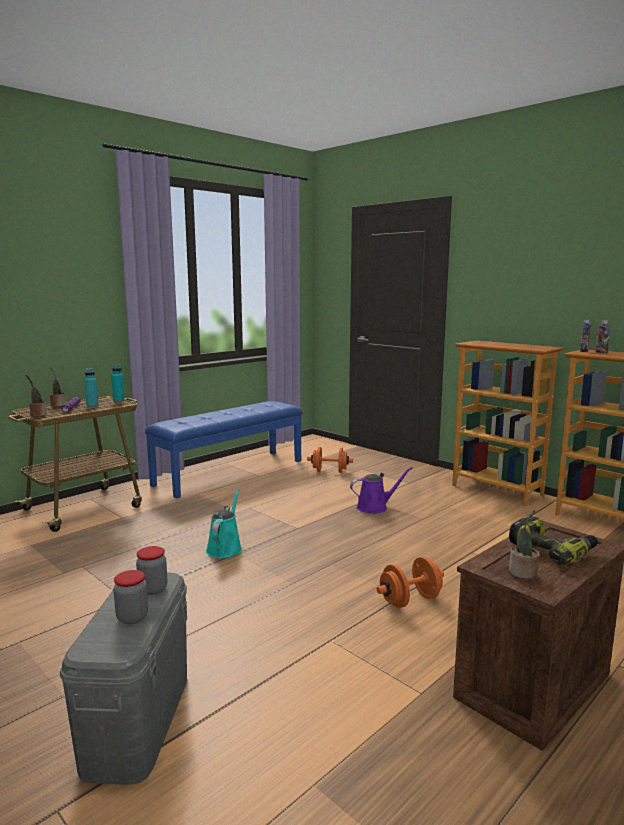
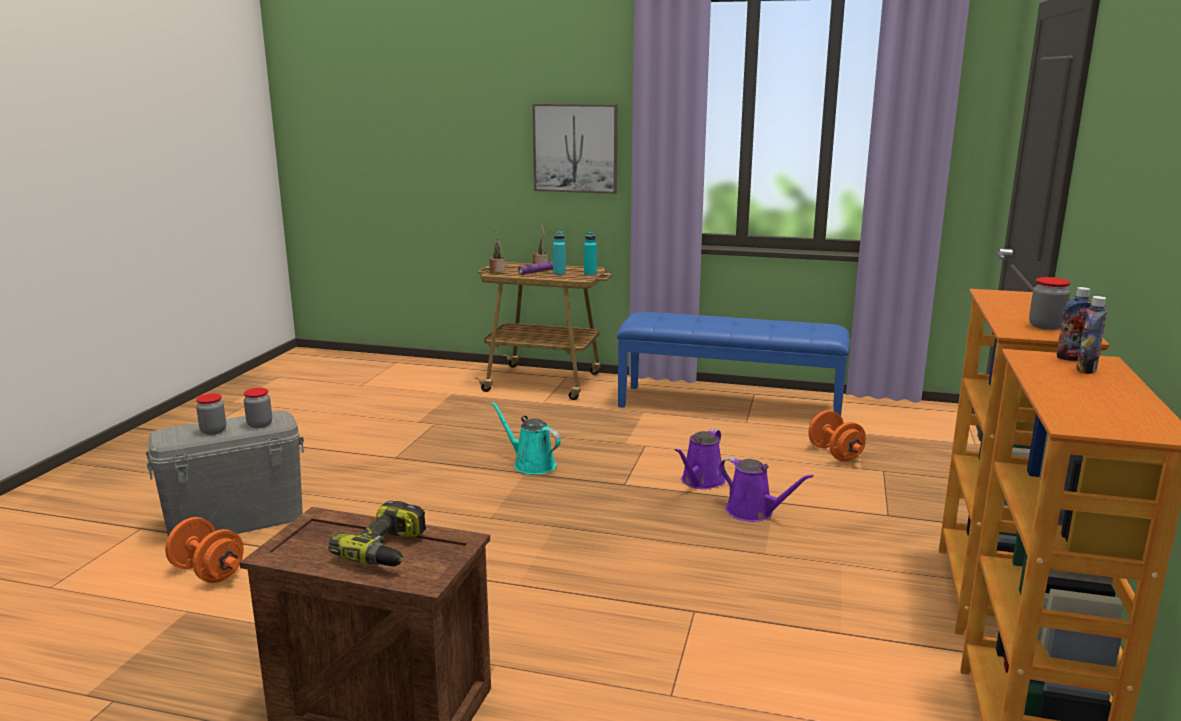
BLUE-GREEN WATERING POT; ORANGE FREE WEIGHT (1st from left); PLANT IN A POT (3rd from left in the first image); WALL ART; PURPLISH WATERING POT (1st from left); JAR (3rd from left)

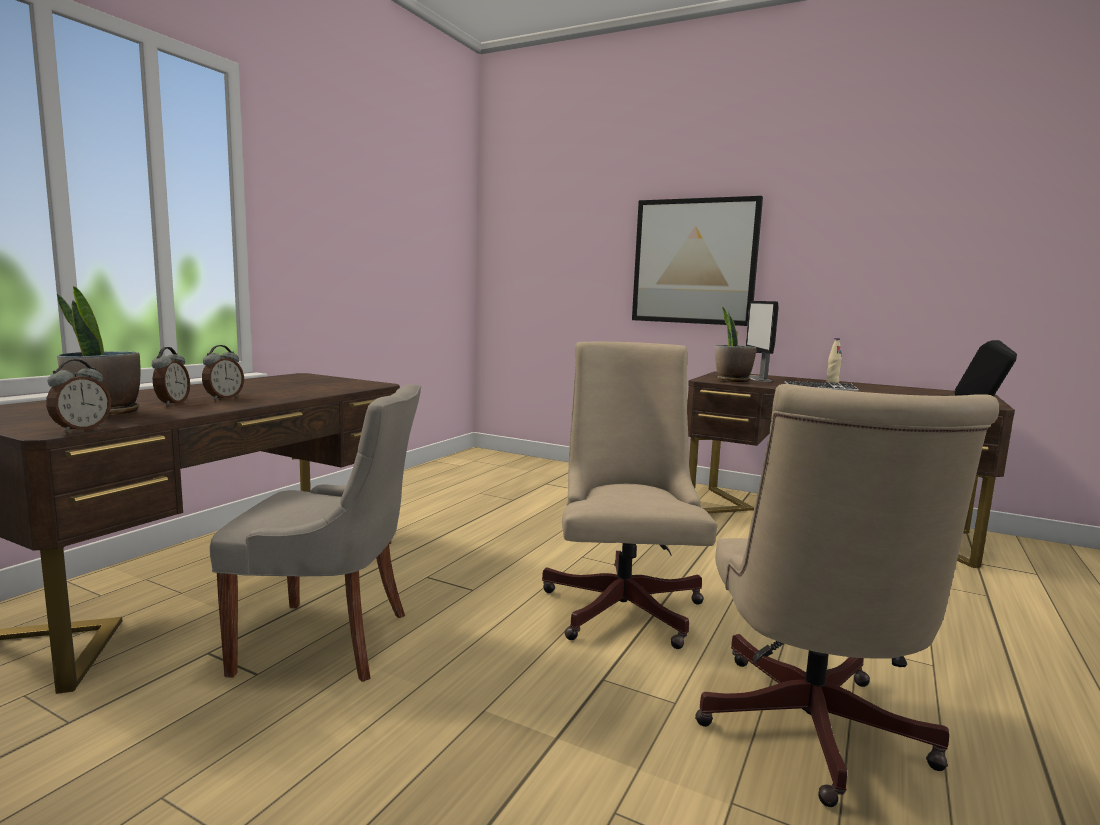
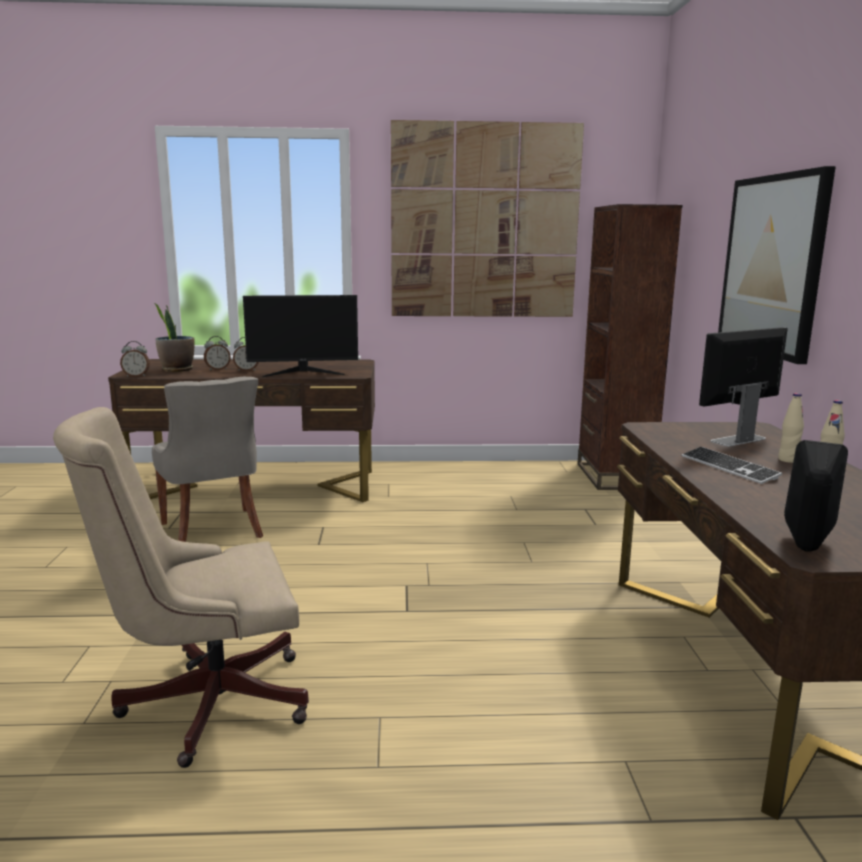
SAND-COLOURED DESK CHAIR (1st from left in the first image); PLANT IN A POT (2nd from left in the first image); MONITOR (1st from left); WALL ART (1st from left); BROWNISH BOOKSHELF; SAND-COLOURED BOTTLE (1st from left)

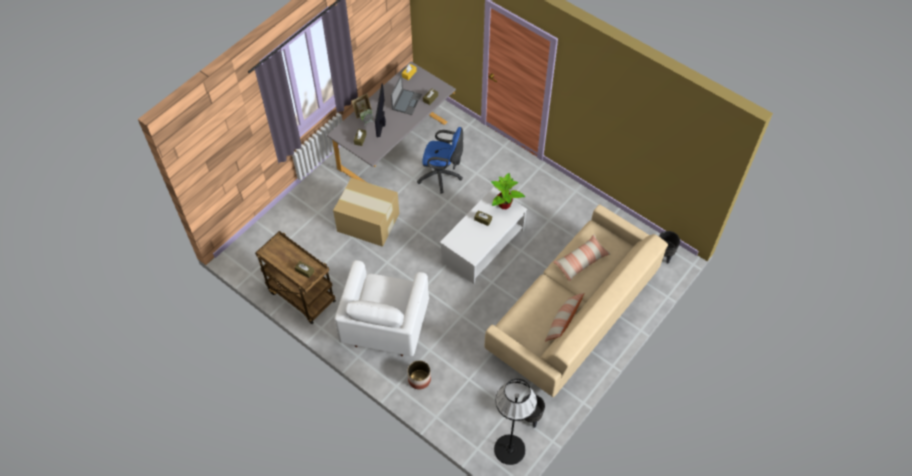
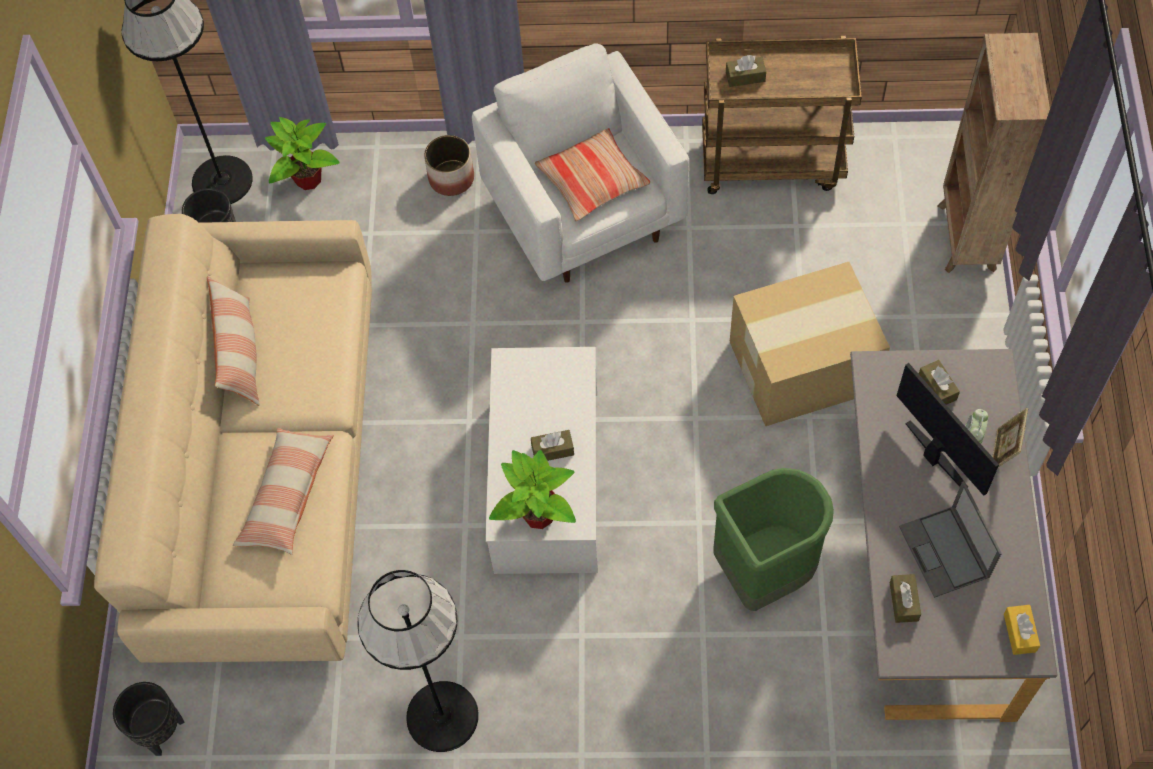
GREEN-COLOURED WASTE BIN; PLANT IN A POT (1st from left); BLACKISH FLOOR LAMP (2nd from left); PILLOW (3rd from left); BROWNISH BOOKSHELF

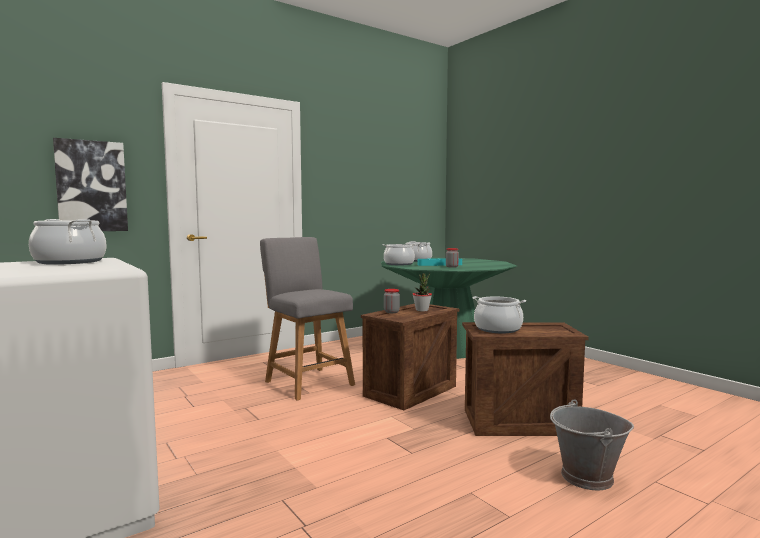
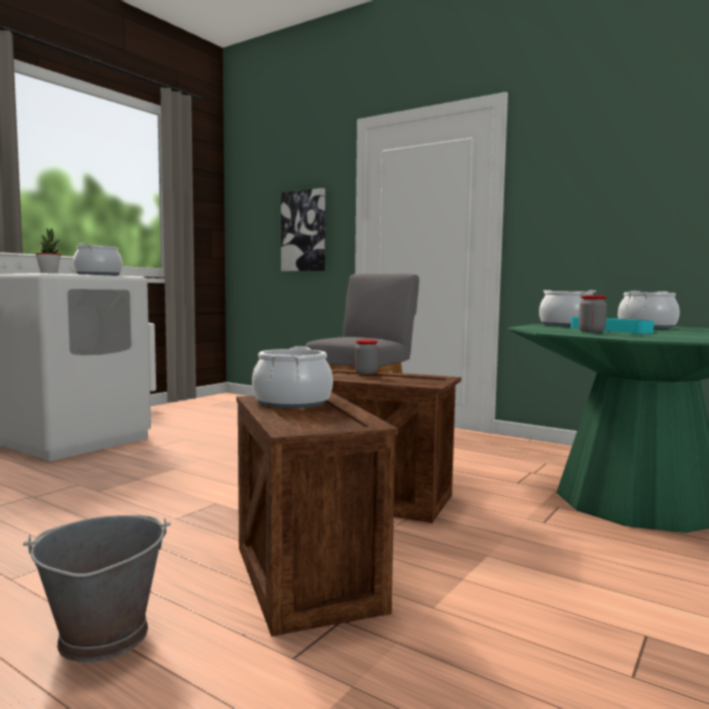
PLANT IN A POT

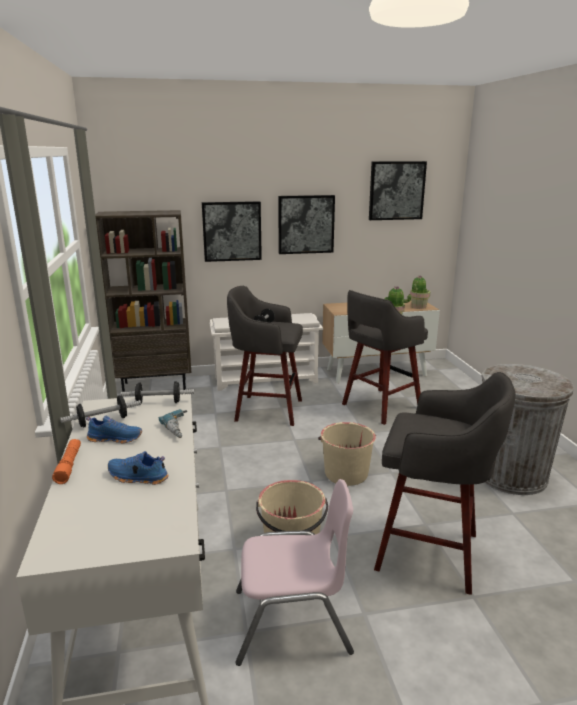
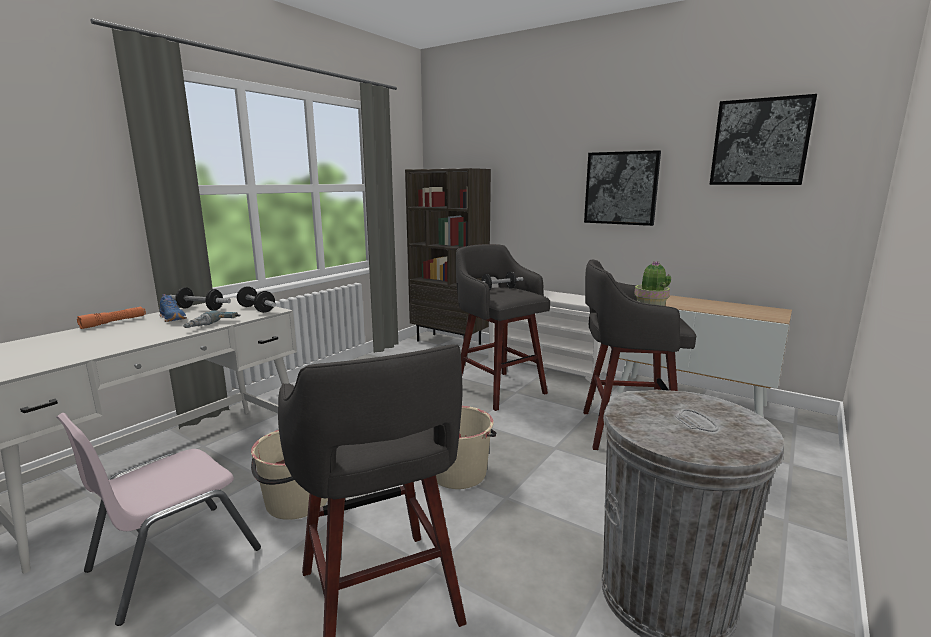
BLUE LOW SHOE (2nd from left in the first image); WALL ART (1st from left in the first image); PINKISH PLAIN CHAIR; PLANT IN A POT (2nd from left in the first image)

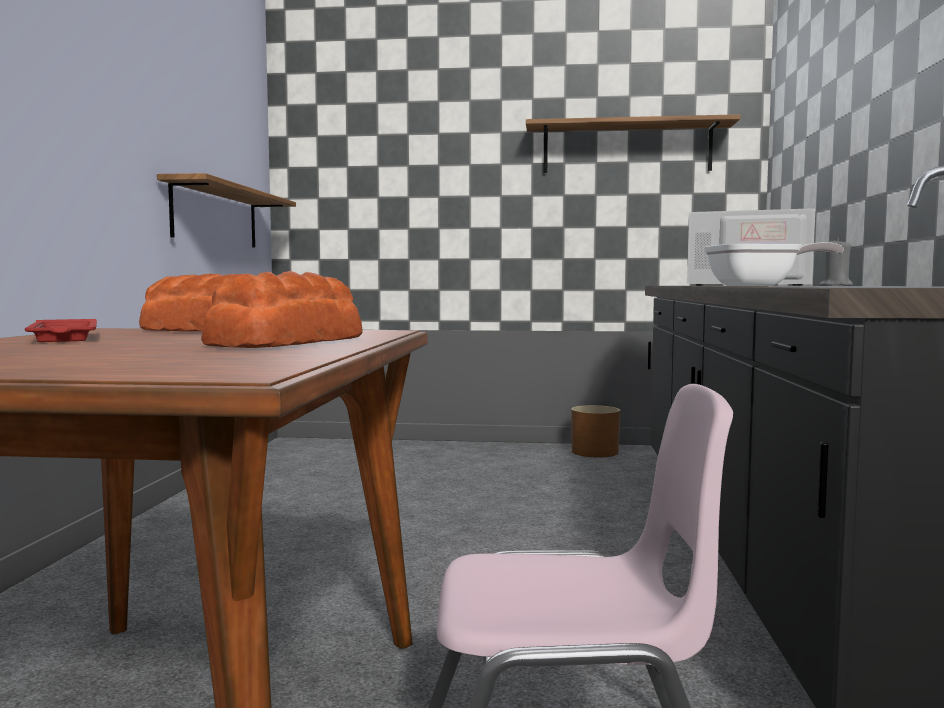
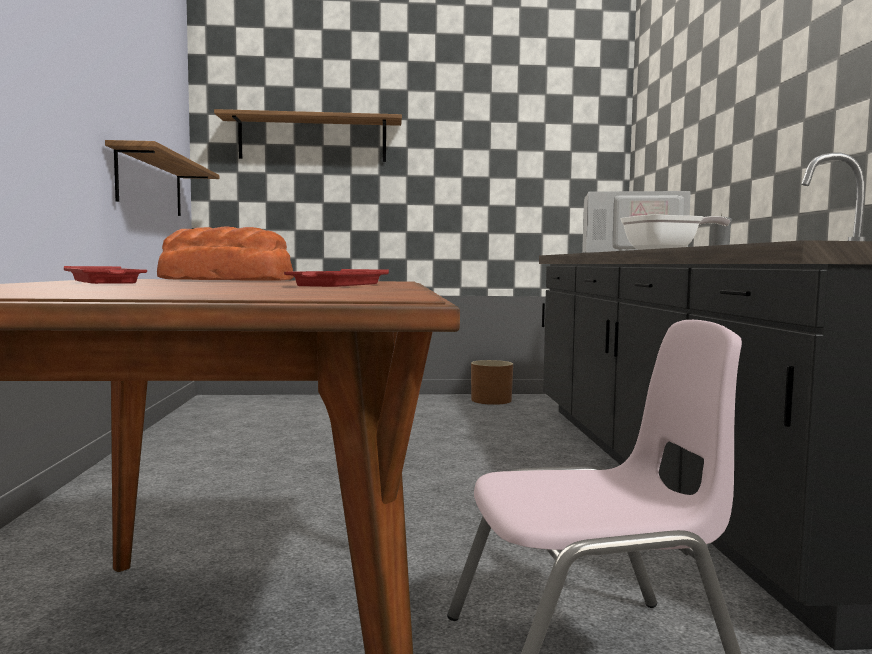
RED-COLOURED SERVING TRAY (2nd from left); SHELF (2nd from left)

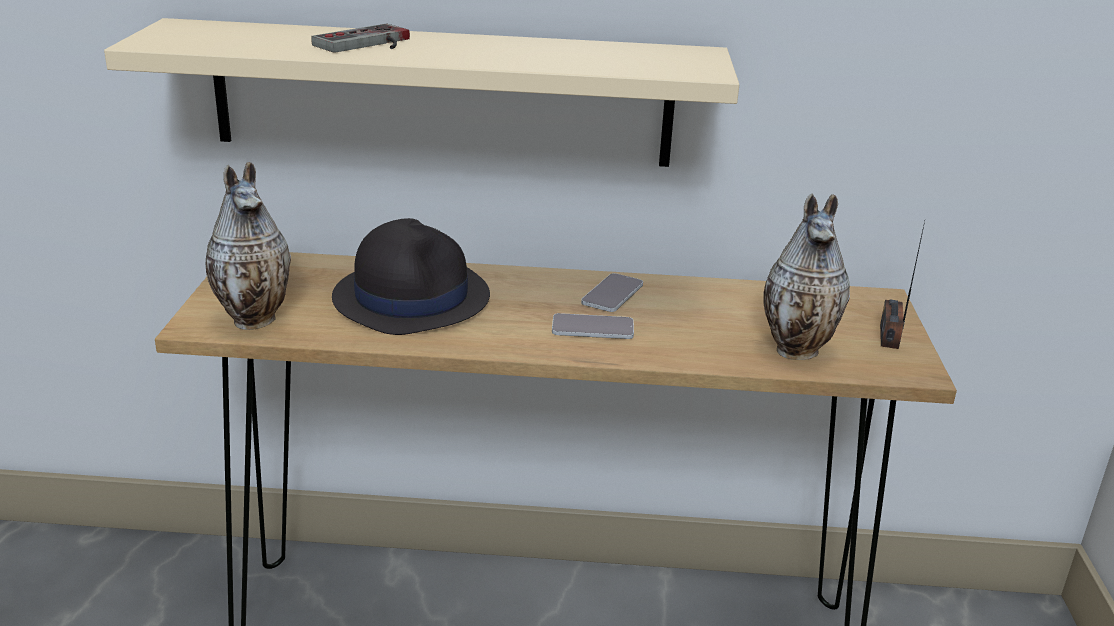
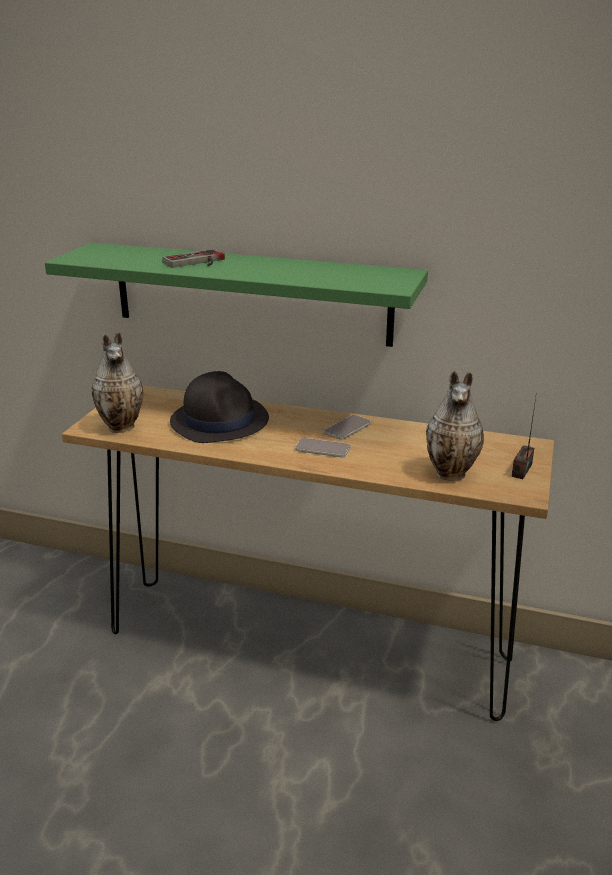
GREEN-COLOURED SHELF

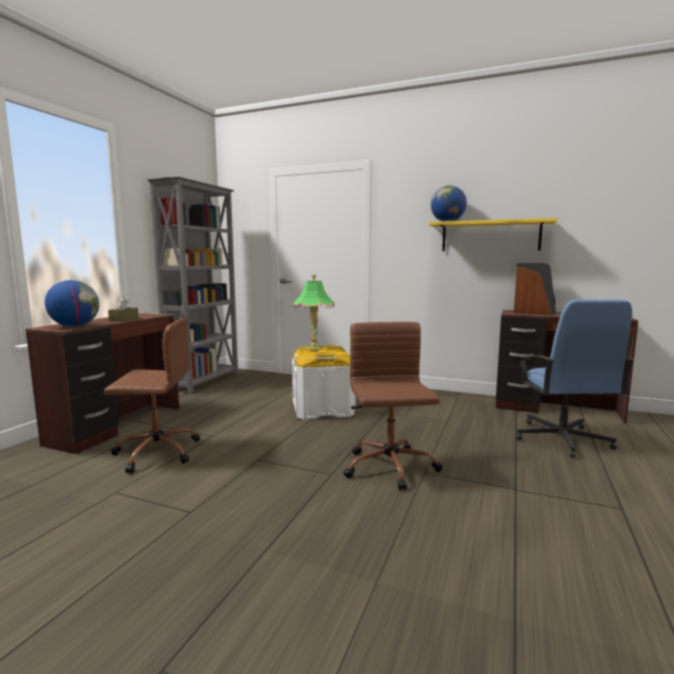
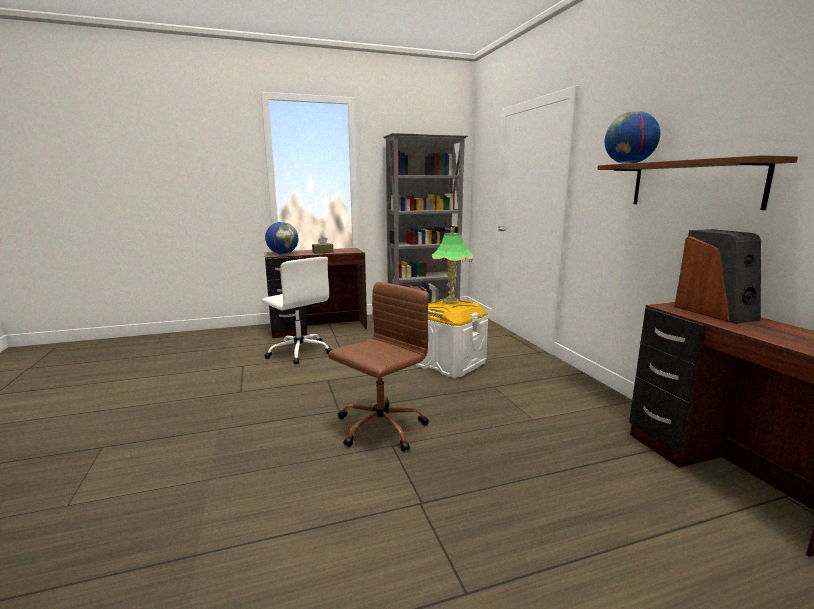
WHITE DESK CHAIR; BROWNISH SHELF; BLUE DESK CHAIR

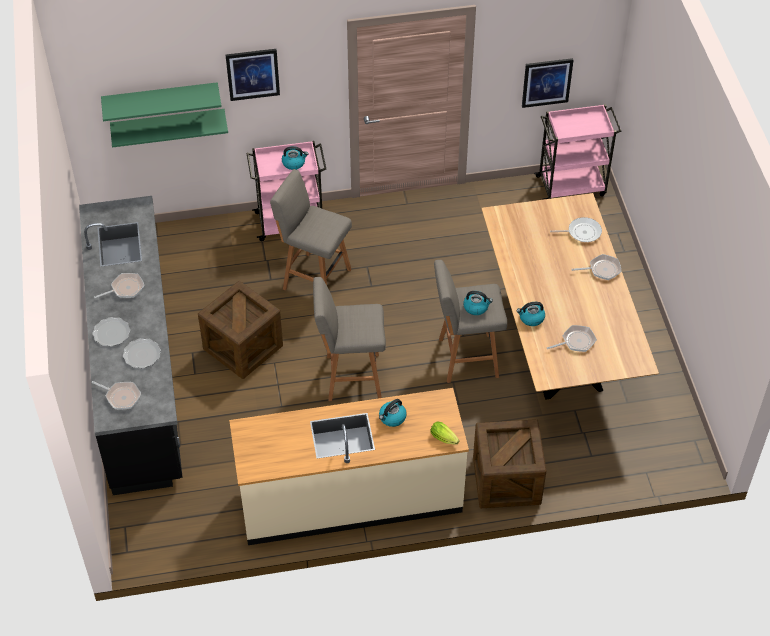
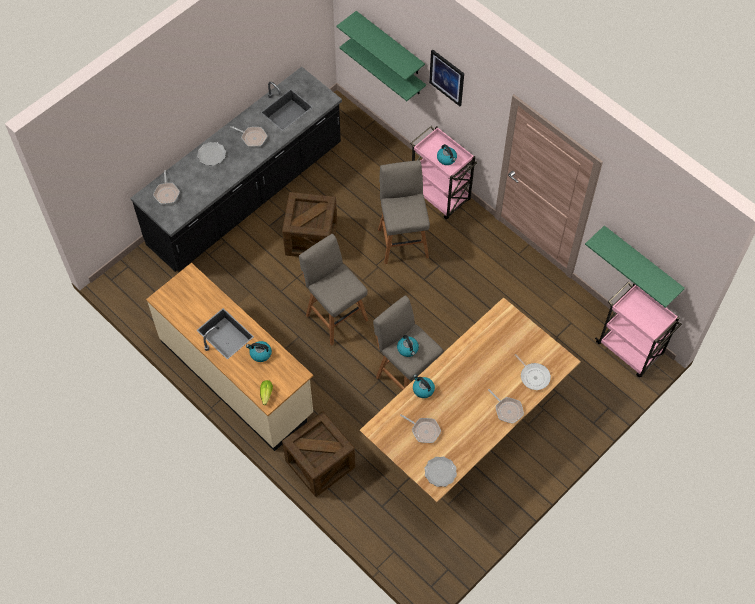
FLAT DISH (2nd from left); GREEN-COLOURED SHELF (3rd from left)

